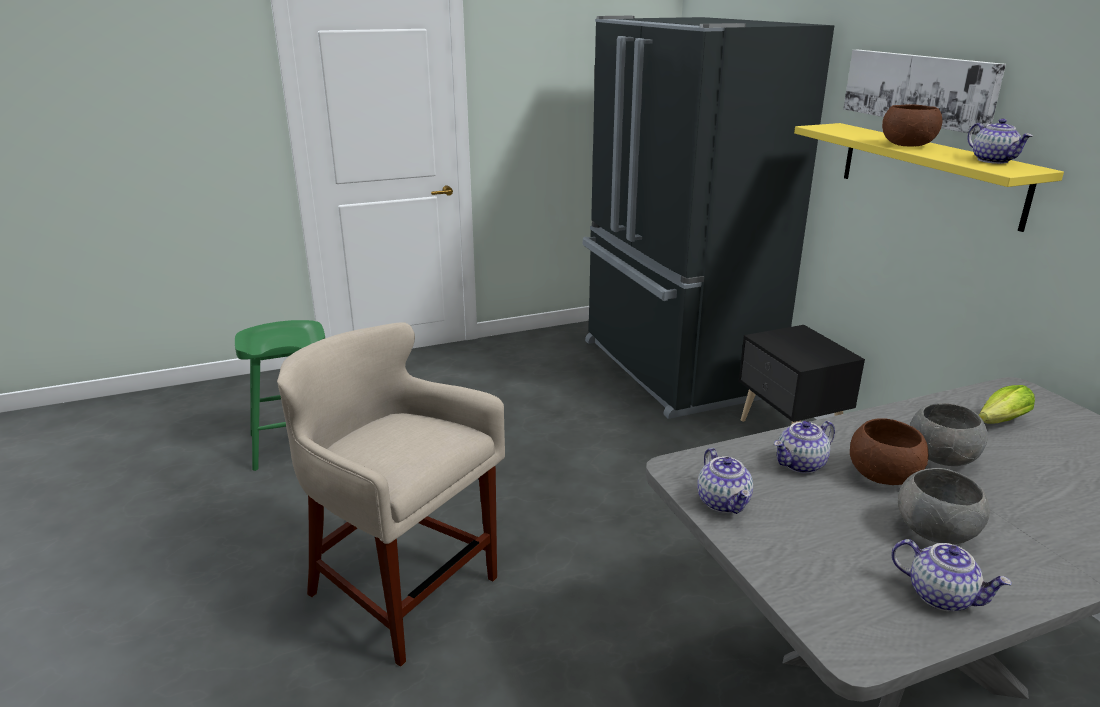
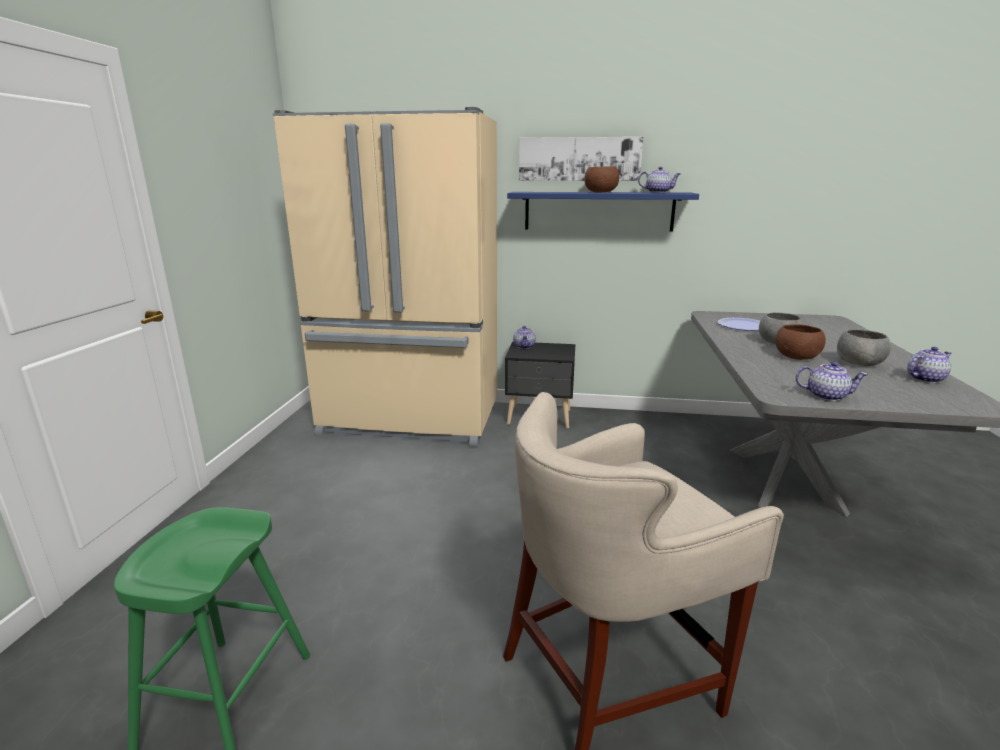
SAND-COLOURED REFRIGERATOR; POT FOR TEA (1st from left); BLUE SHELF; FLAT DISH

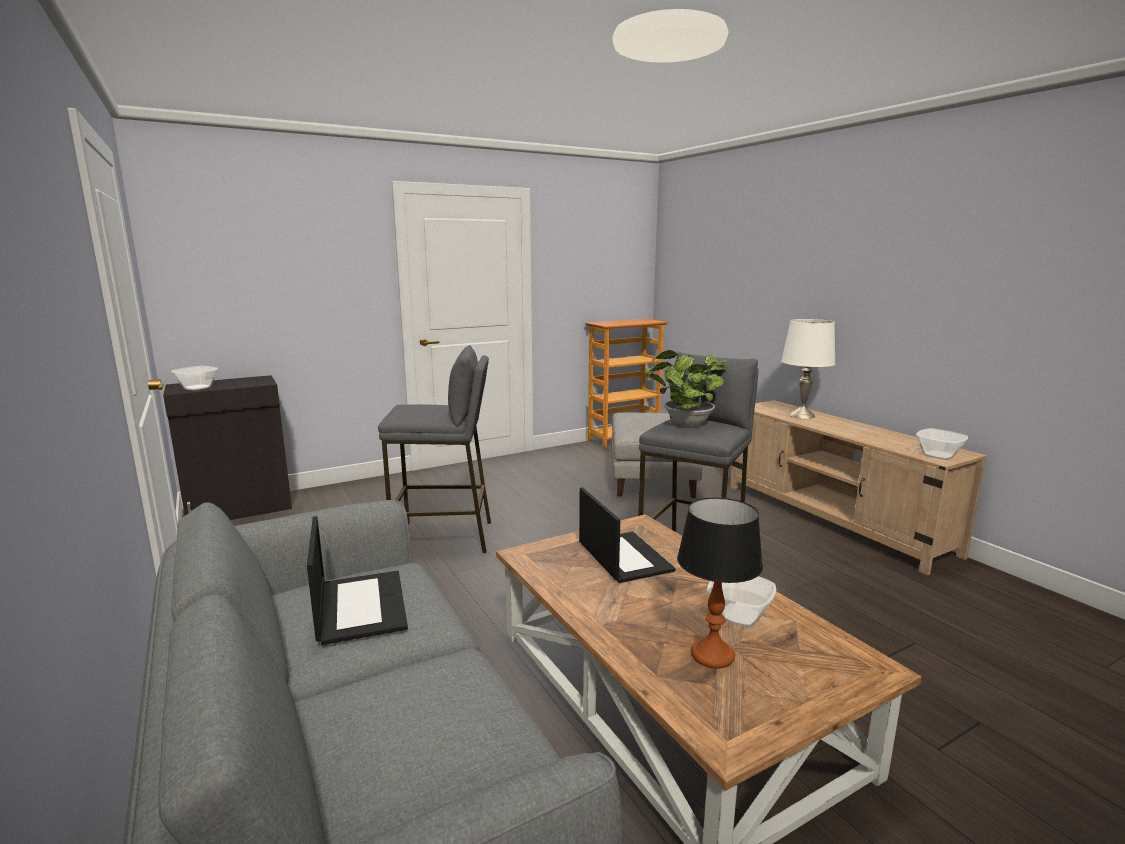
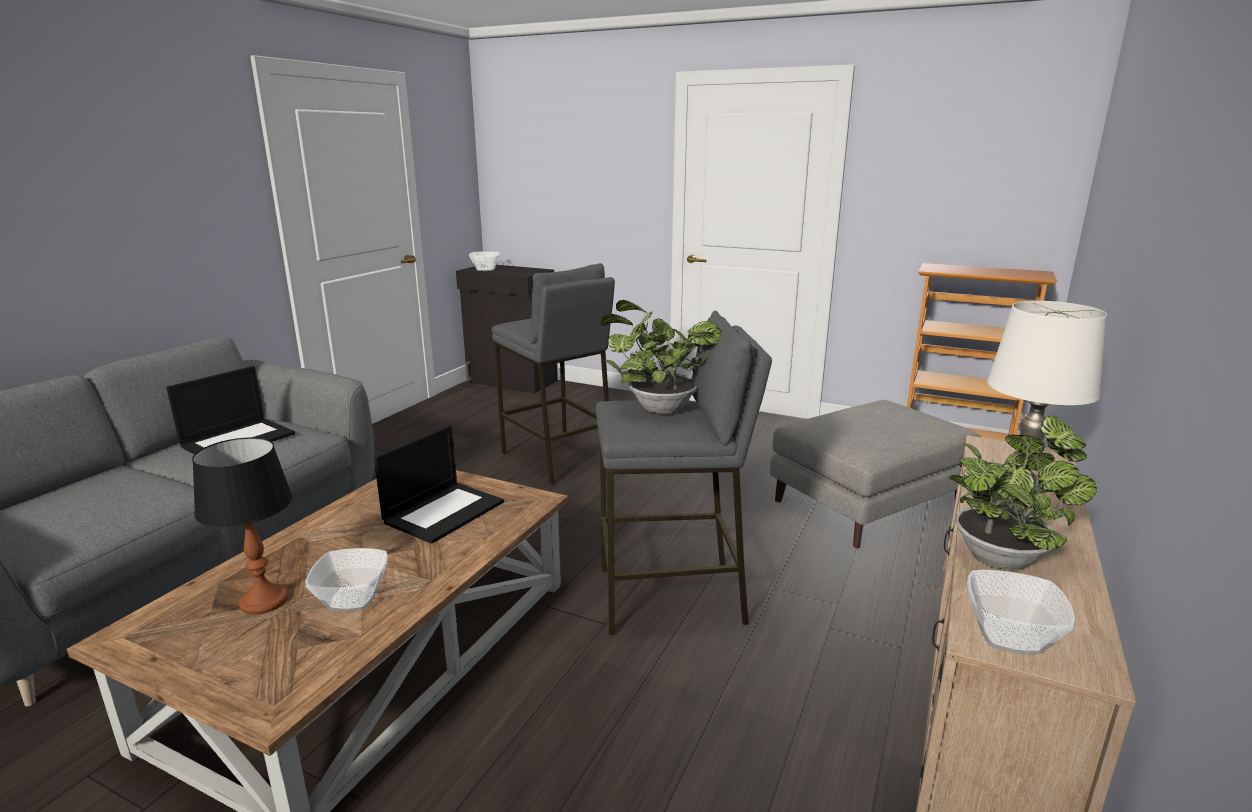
PLANT IN A POT (2nd from left)

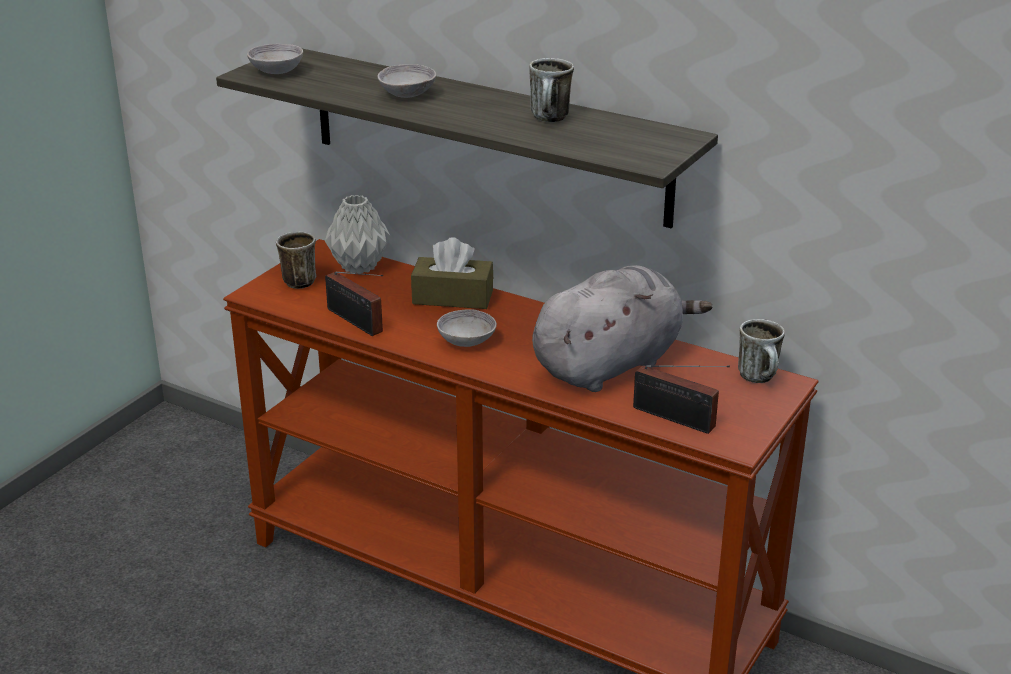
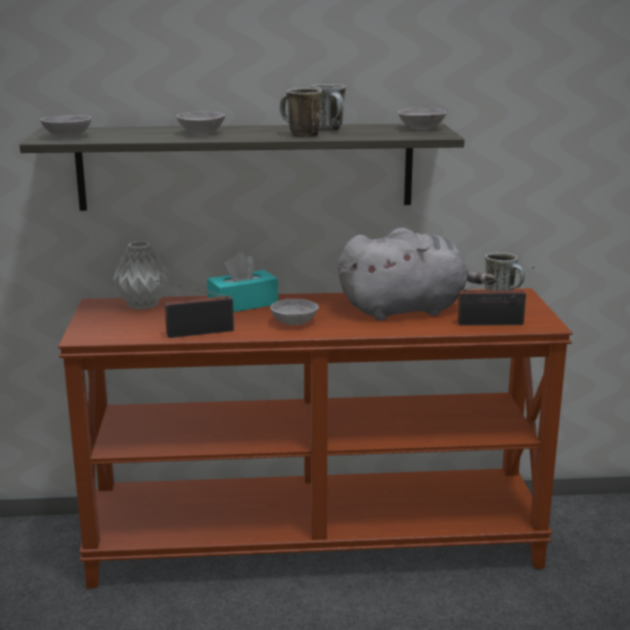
MUG (1st from left); RADIO RECEIVER (1st from left); BLUE-GREEN TISSUE HOLDER; GRAY CUDDLY TOY; GRAY DEEP DISH (4th from left)

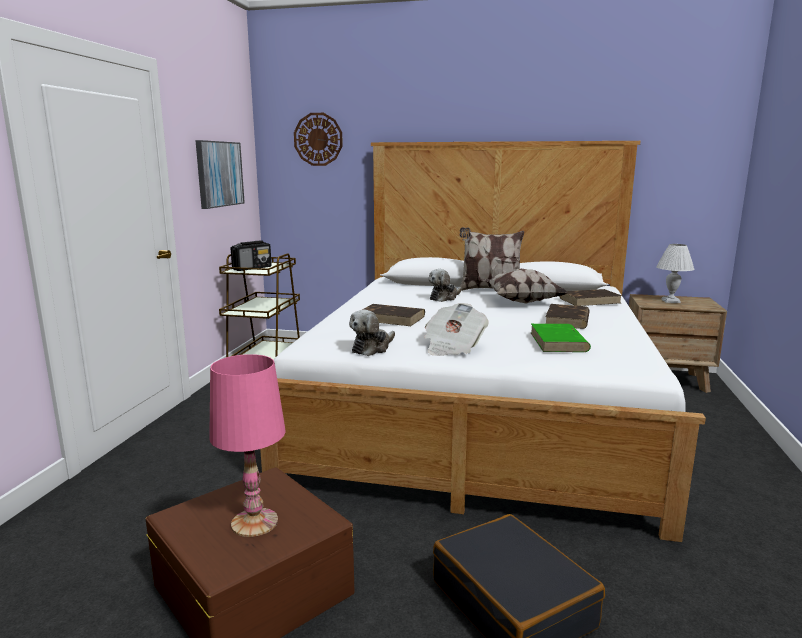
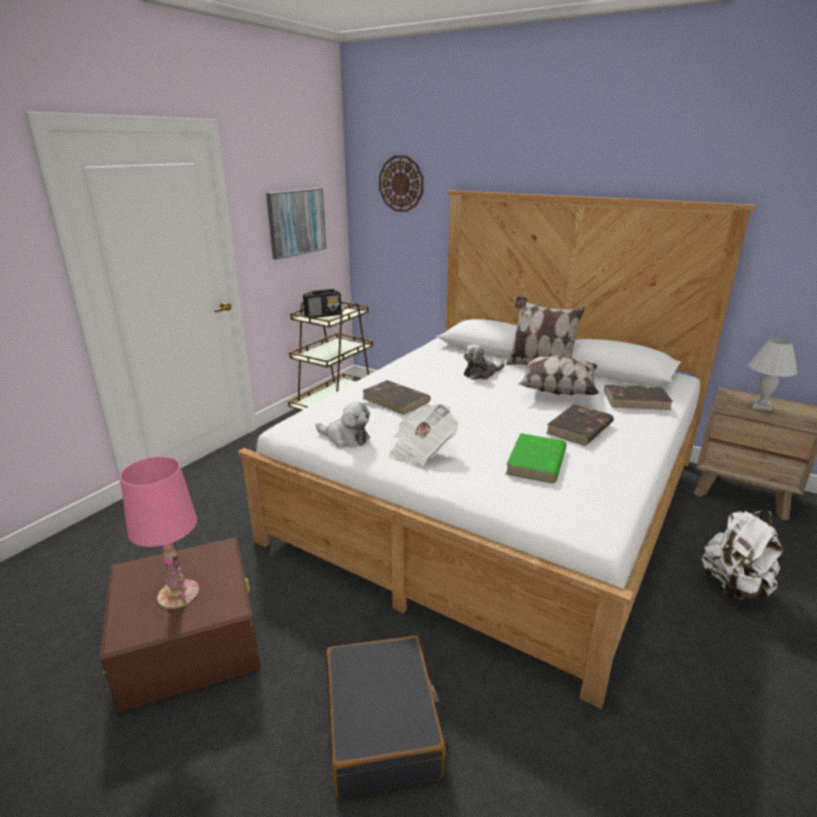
CUDDLY TOY (1st from left); WHITE KNAPSACK

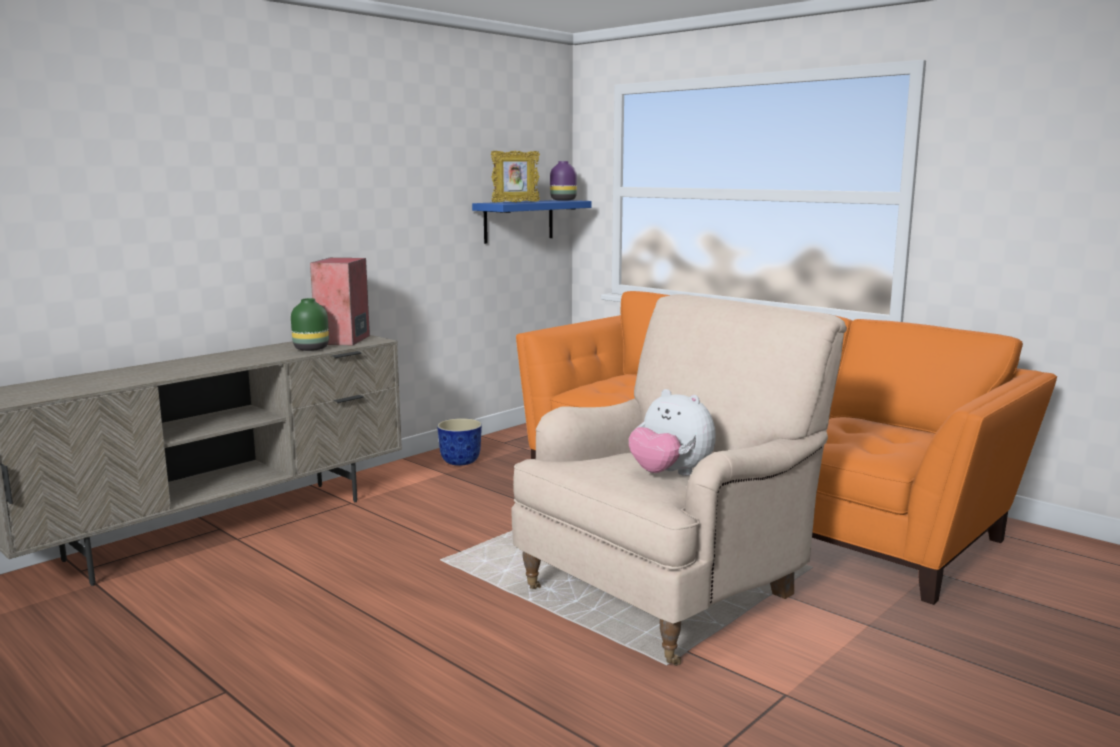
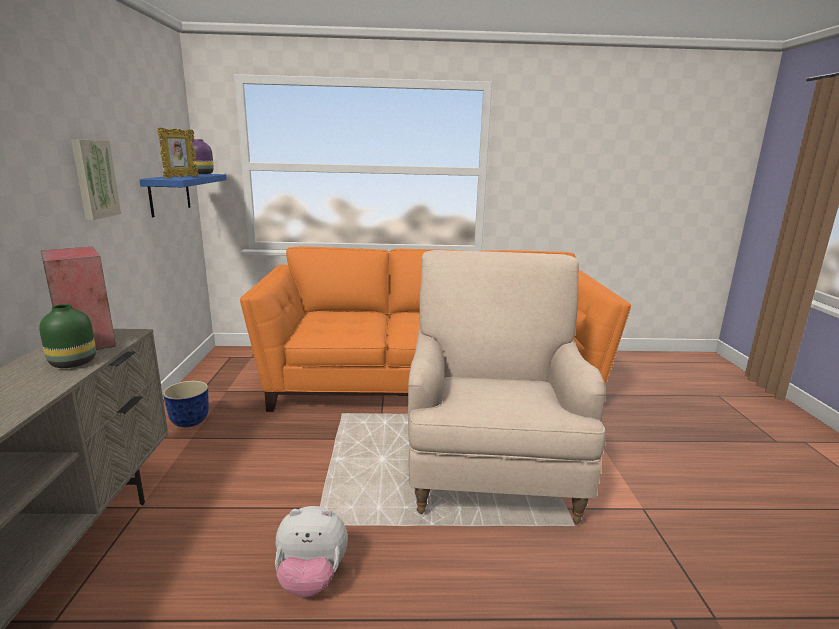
CUDDLY TOY; WALL ART

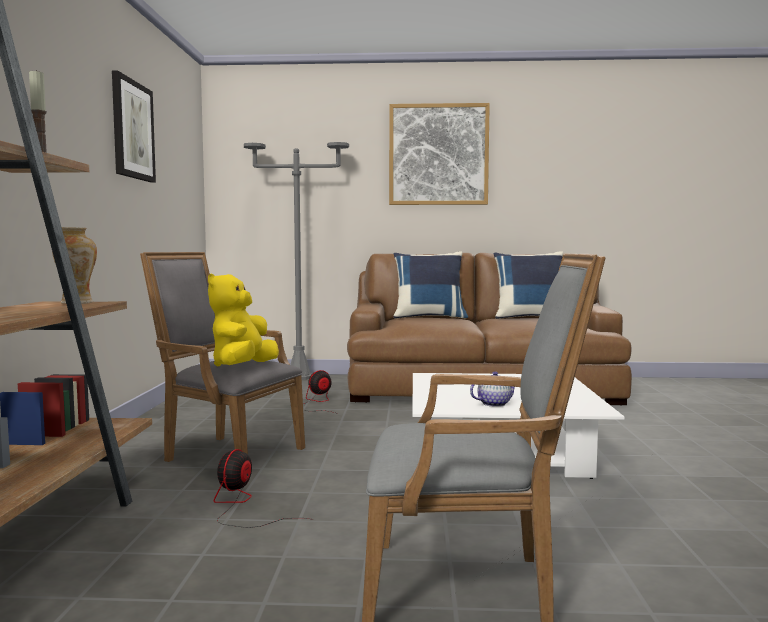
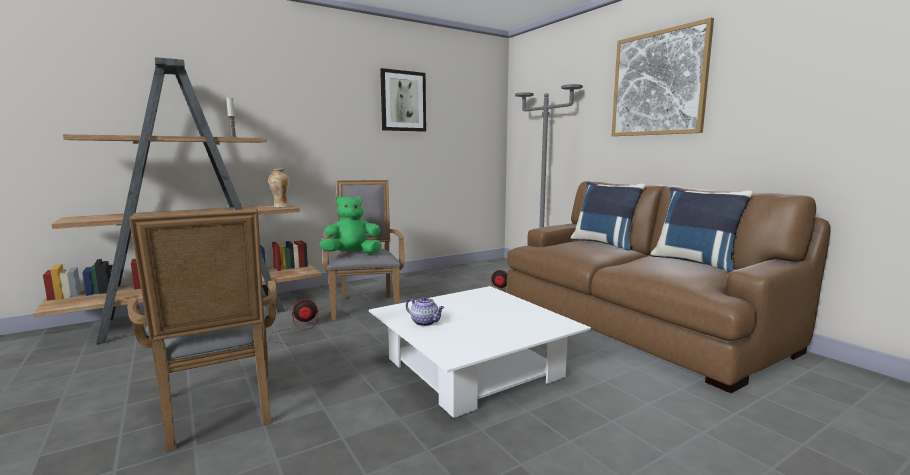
GREEN-COLOURED CUDDLY TOY

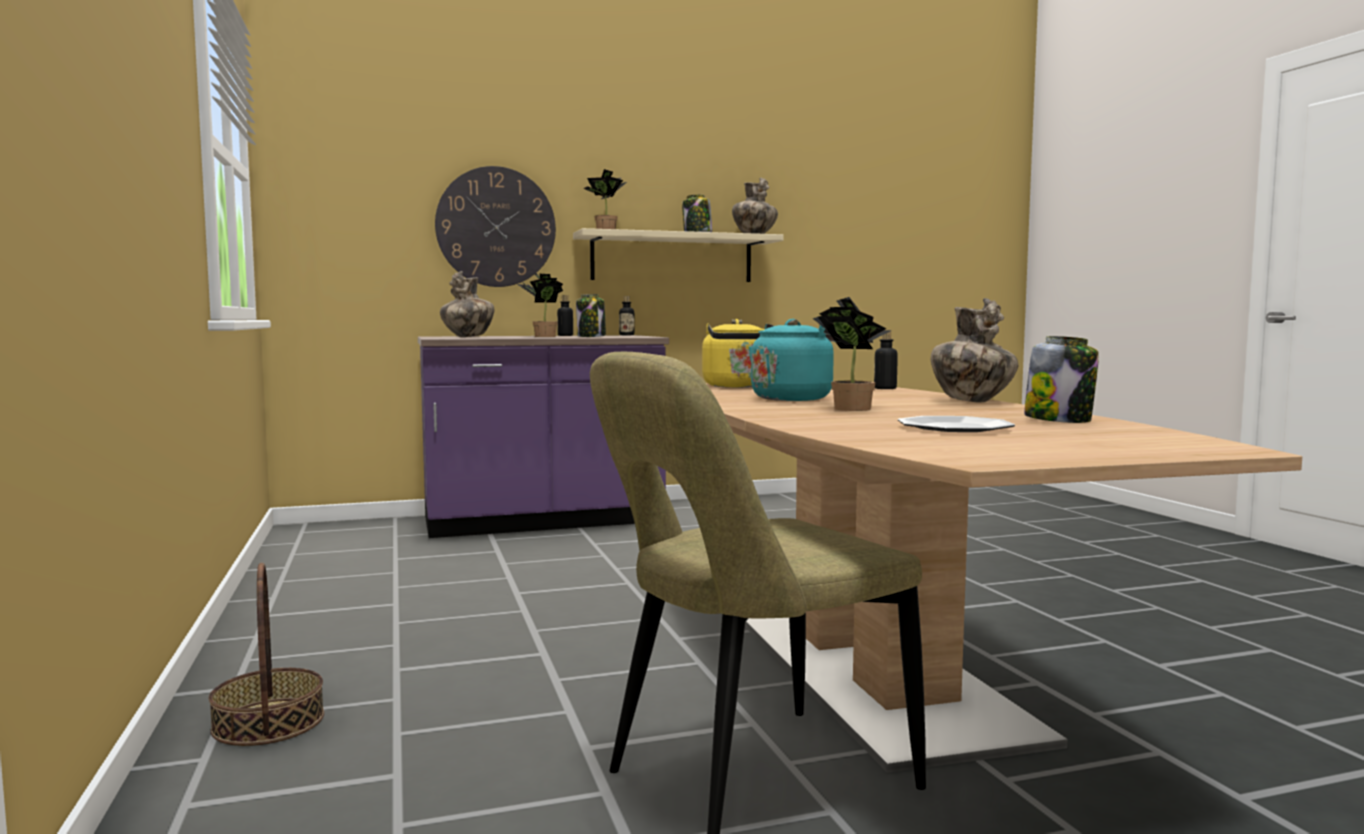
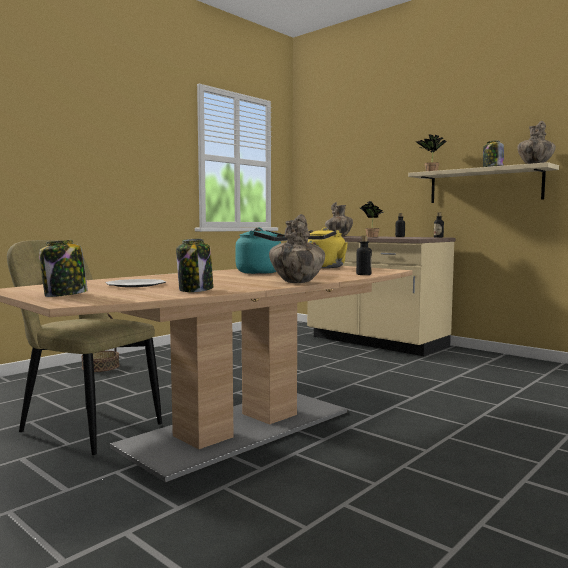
SAND-COLOURED KITCHEN COUNTER; WALL CLOCK; JAR (1st from left); PLANT IN A POT (3rd from left in the first image)

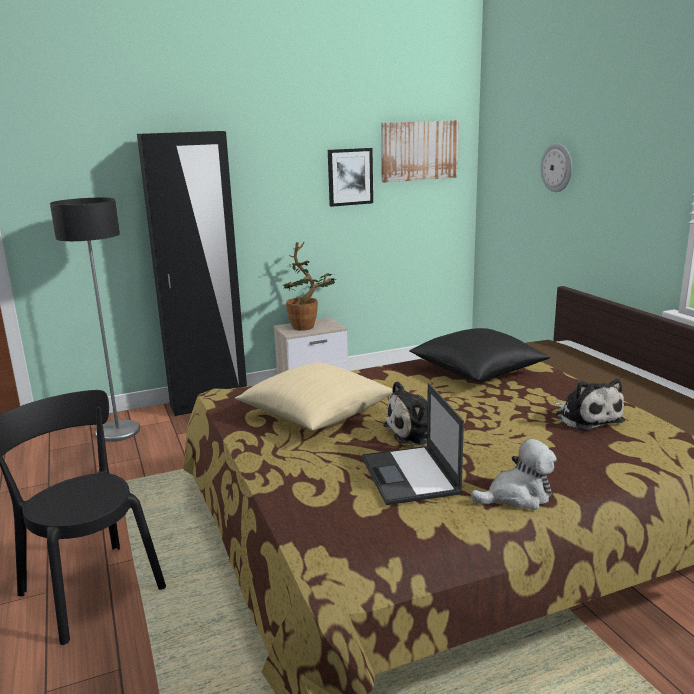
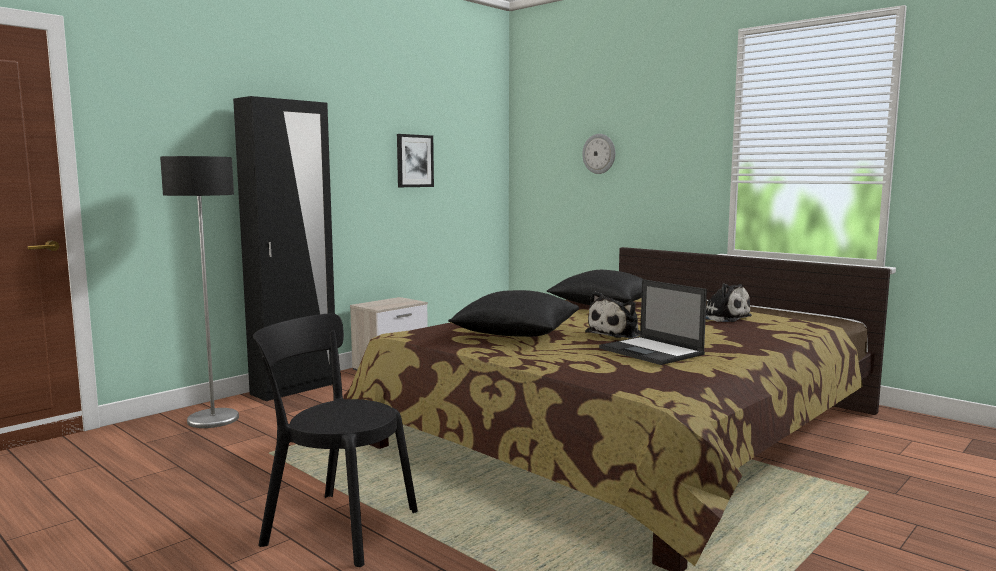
BLACKISH PILLOW (1st from left); PLANT IN A POT; WALL ART (2nd from left in the first image); CUDDLY TOY (2nd from left in the first image)

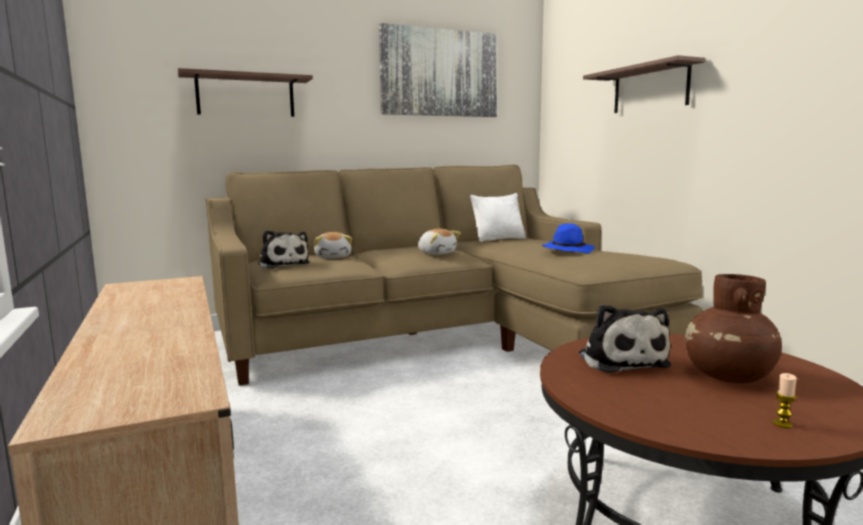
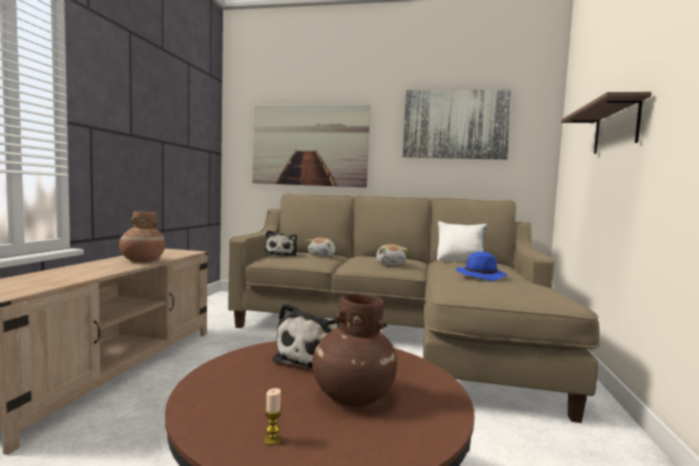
WALL ART (1st from left); BROWNISH DECORATIVE VASE (1st from left)

